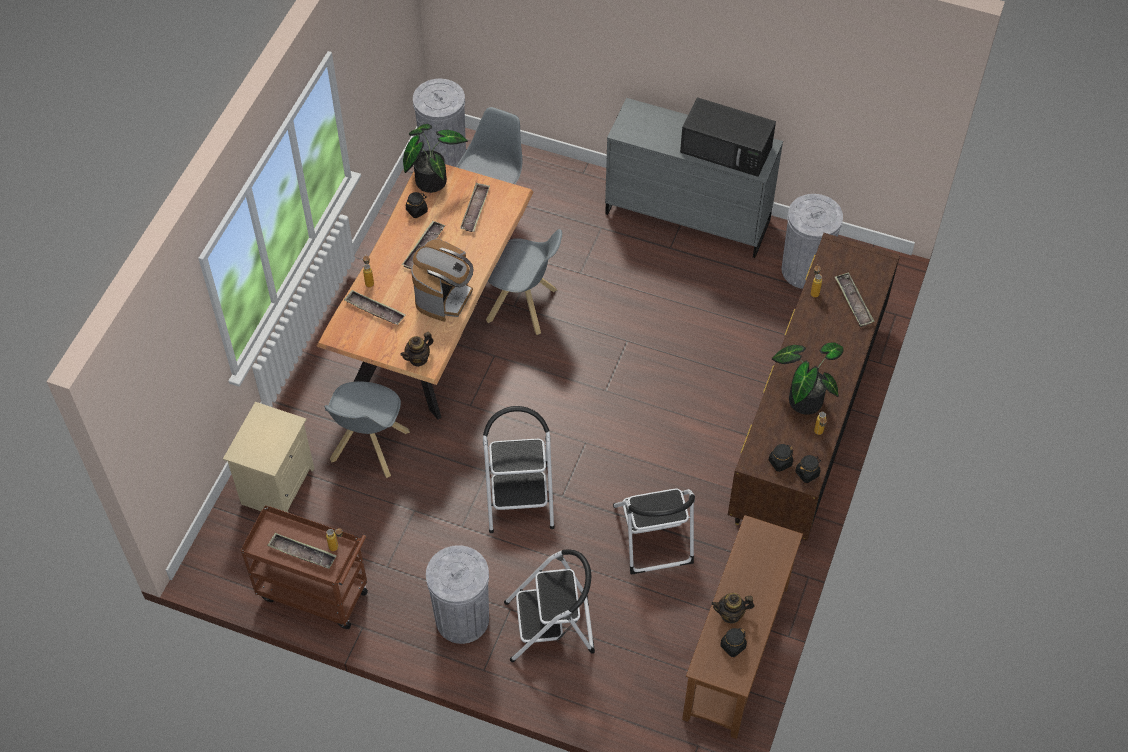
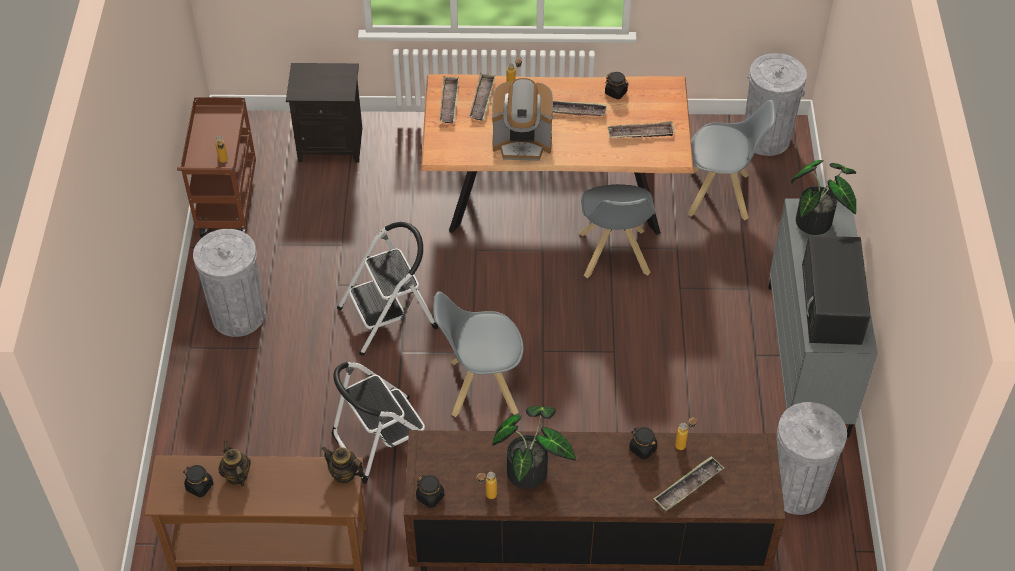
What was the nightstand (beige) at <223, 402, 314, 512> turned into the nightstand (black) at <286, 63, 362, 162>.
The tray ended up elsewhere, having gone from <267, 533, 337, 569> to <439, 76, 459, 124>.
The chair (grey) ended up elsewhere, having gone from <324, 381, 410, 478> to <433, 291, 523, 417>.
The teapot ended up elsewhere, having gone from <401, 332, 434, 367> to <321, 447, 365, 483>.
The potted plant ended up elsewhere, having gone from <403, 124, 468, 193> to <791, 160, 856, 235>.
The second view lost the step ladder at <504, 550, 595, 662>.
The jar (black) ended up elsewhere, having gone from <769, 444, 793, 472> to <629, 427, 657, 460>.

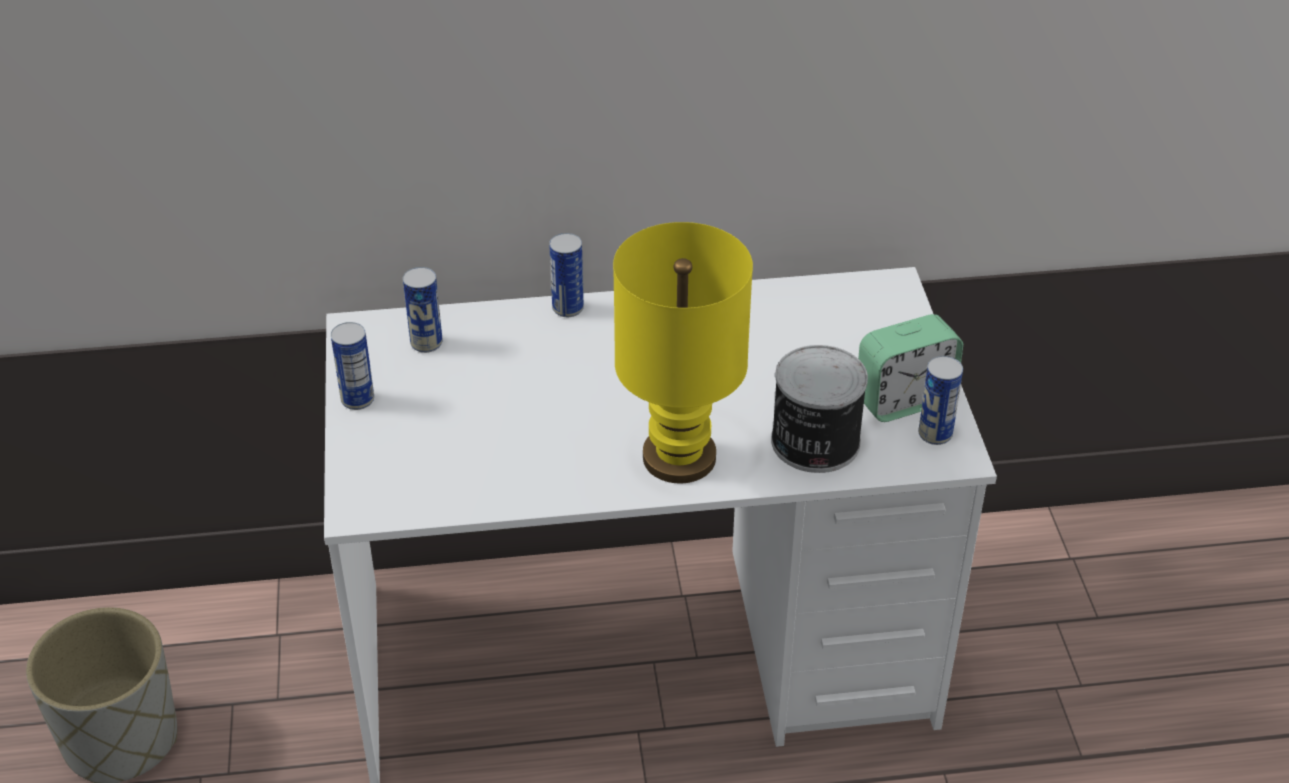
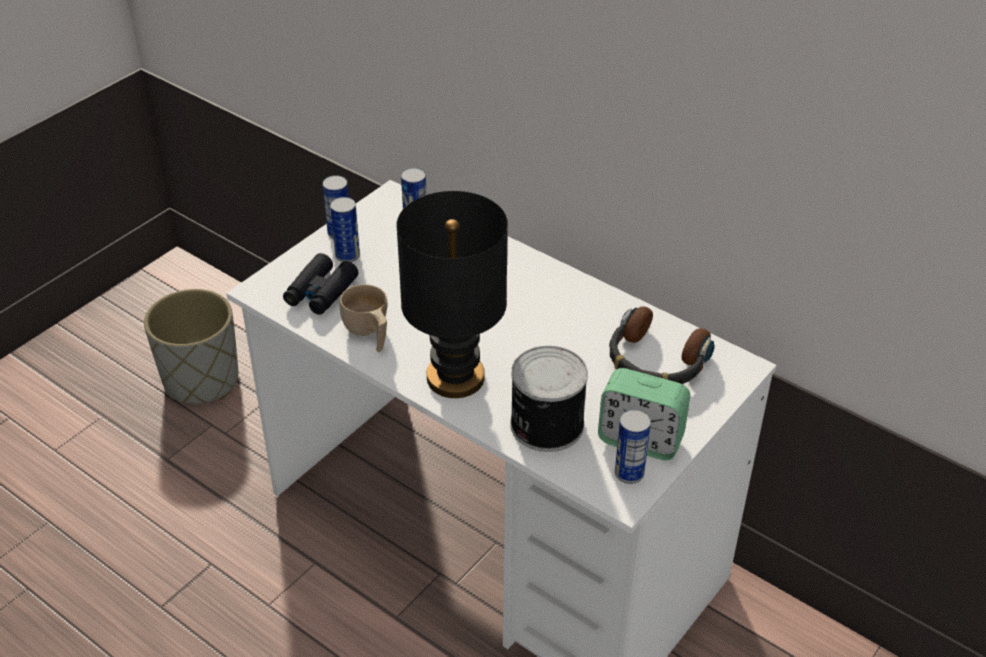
The can ended up elsewhere, having gone from <549, 233, 584, 317> to <330, 197, 360, 262>.
What was the table lamp (yellow) at <613, 222, 753, 483> turned into the table lamp (black) at <396, 191, 508, 398>.
The second view gained the binoculars (black) at <283, 253, 359, 315>.
The second view gained the cup (beige) at <340, 284, 387, 352>.
The second view gained the headphones at <609, 307, 715, 384>.

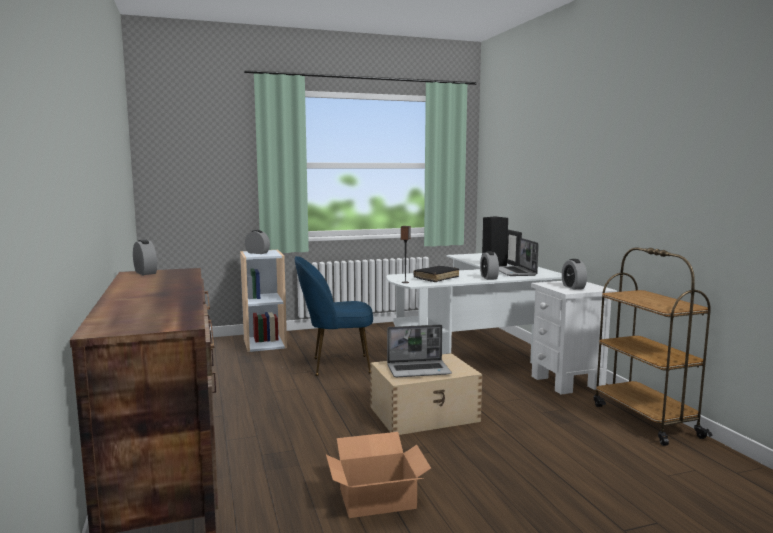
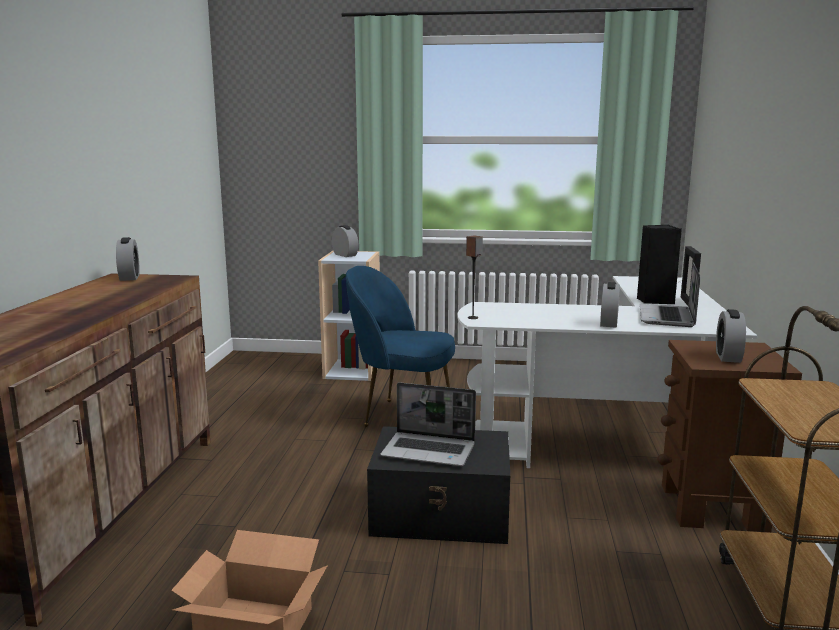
What was the storage box (beige) at <370, 353, 482, 435> turned into the storage box (black) at <367, 426, 510, 544>.
The second view lost the book (black) at <413, 266, 459, 282>.
What was the nightstand (white) at <531, 281, 617, 395> turned into the nightstand (brown) at <657, 340, 802, 532>.

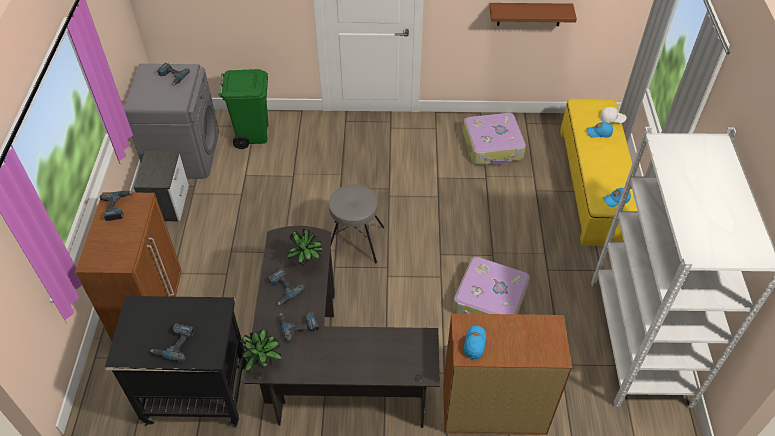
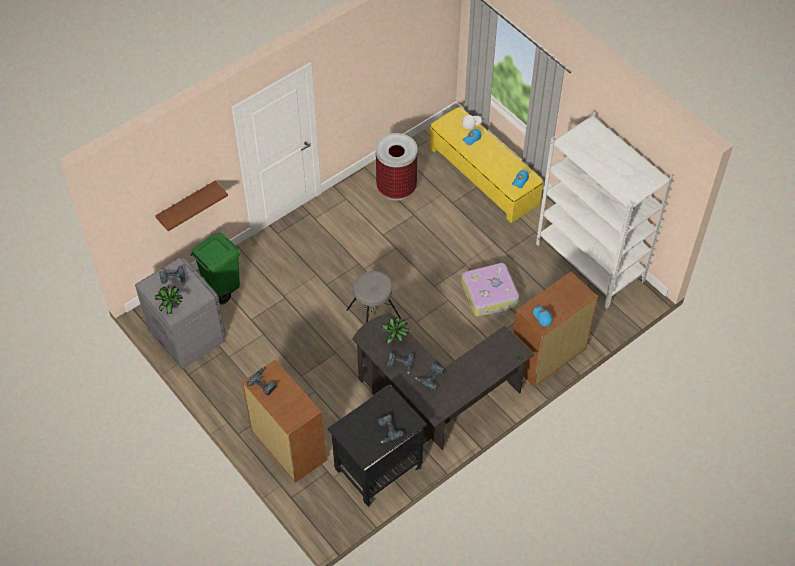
The second view lost the nightstand at <134, 151, 189, 222>.
The potted plant ended up elsewhere, having gone from <240, 330, 282, 373> to <155, 286, 183, 314>.
Where the suitcase stood at <463, 113, 526, 165>, the trash can came to stand at <376, 133, 417, 201>.
The shelf (brown) ended up elsewhere, having gone from <489, 3, 577, 26> to <156, 181, 228, 231>.

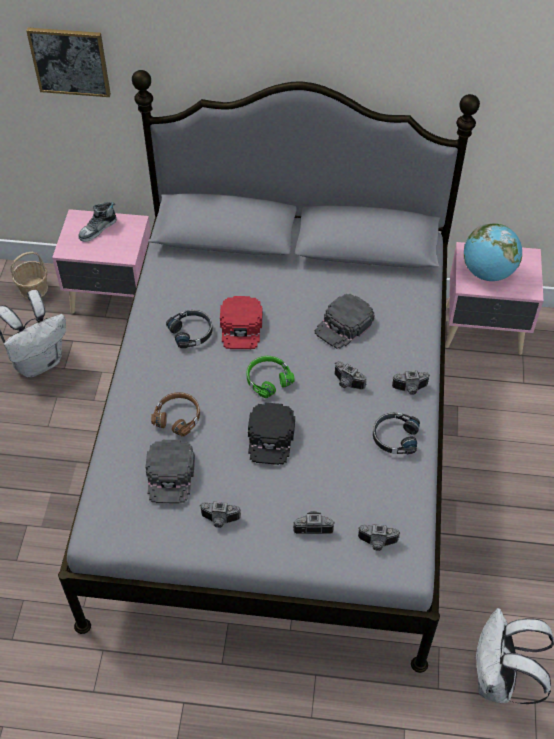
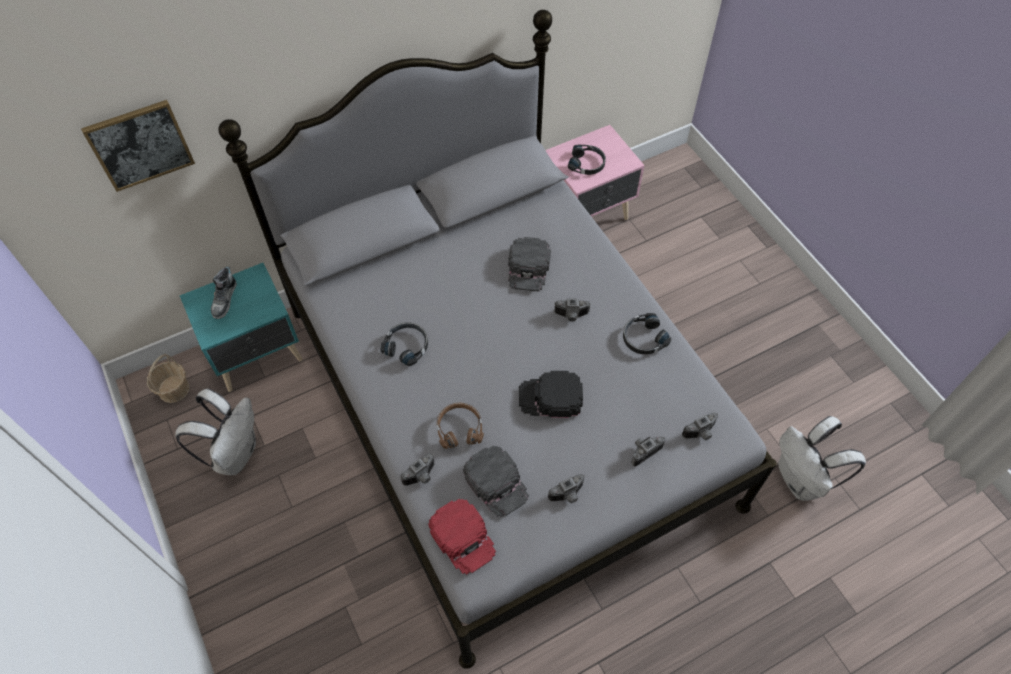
What was the nightstand (pink) at <52, 209, 151, 314> turned into the nightstand (turquoise) at <180, 263, 303, 392>.
The cap (red) ended up elsewhere, having gone from <220, 296, 262, 349> to <428, 499, 496, 575>.
The second view lost the headphones (green) at <246, 356, 294, 398>.
The cap (black) at <248, 403, 295, 465> ended up facing another way, 120 degrees clockwise from before.
The photo camera ended up elsewhere, having gone from <392, 370, 430, 395> to <400, 454, 434, 486>.
Where the globe stood at <464, 223, 522, 281>, the headphones (black) came to stand at <568, 144, 606, 175>.

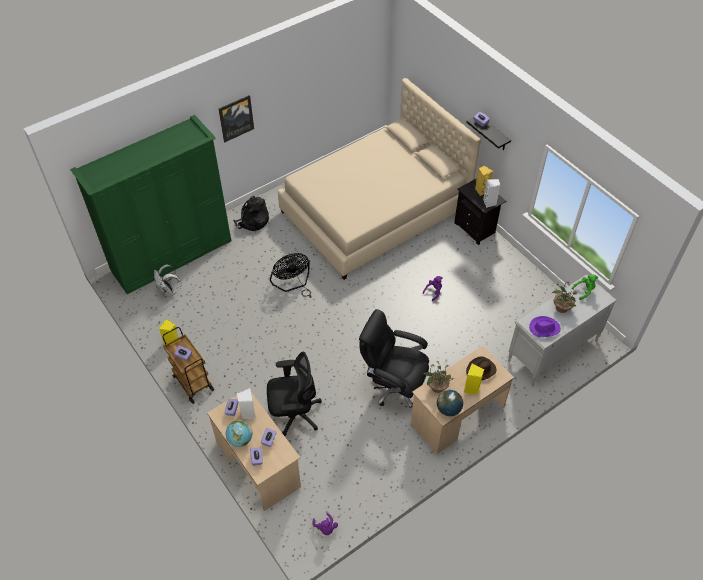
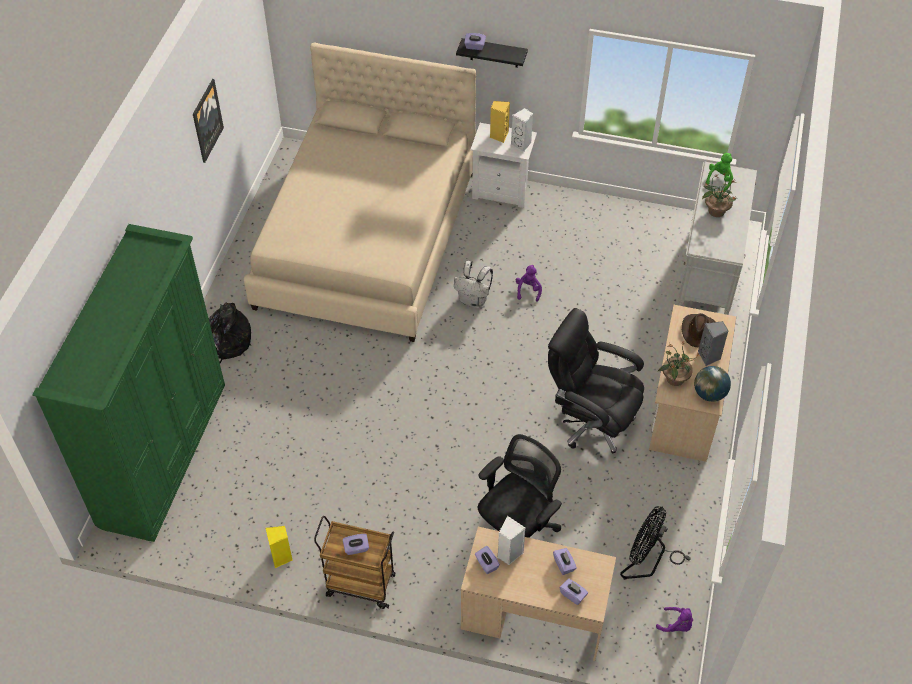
The backpack (white) ended up elsewhere, having gone from <154, 264, 181, 298> to <454, 261, 493, 308>.
The picture ended up elsewhere, having gone from <219, 95, 254, 142> to <193, 79, 224, 163>.
The second view lost the globe at <226, 419, 252, 447>.
The fan (black) ended up elsewhere, having gone from <270, 253, 312, 298> to <620, 506, 691, 580>.
The office chair (black) at <359, 309, 429, 408> ended up facing another way, 45 degrees clockwise from before.
What was the nightstand (black) at <454, 178, 506, 245> turned into the nightstand (white) at <470, 123, 537, 208>.
What was the speaker (yellow) at <464, 363, 484, 395> turned into the speaker (grey) at <698, 321, 728, 366>.
The second view lost the hat (purple) at <529, 316, 561, 337>.

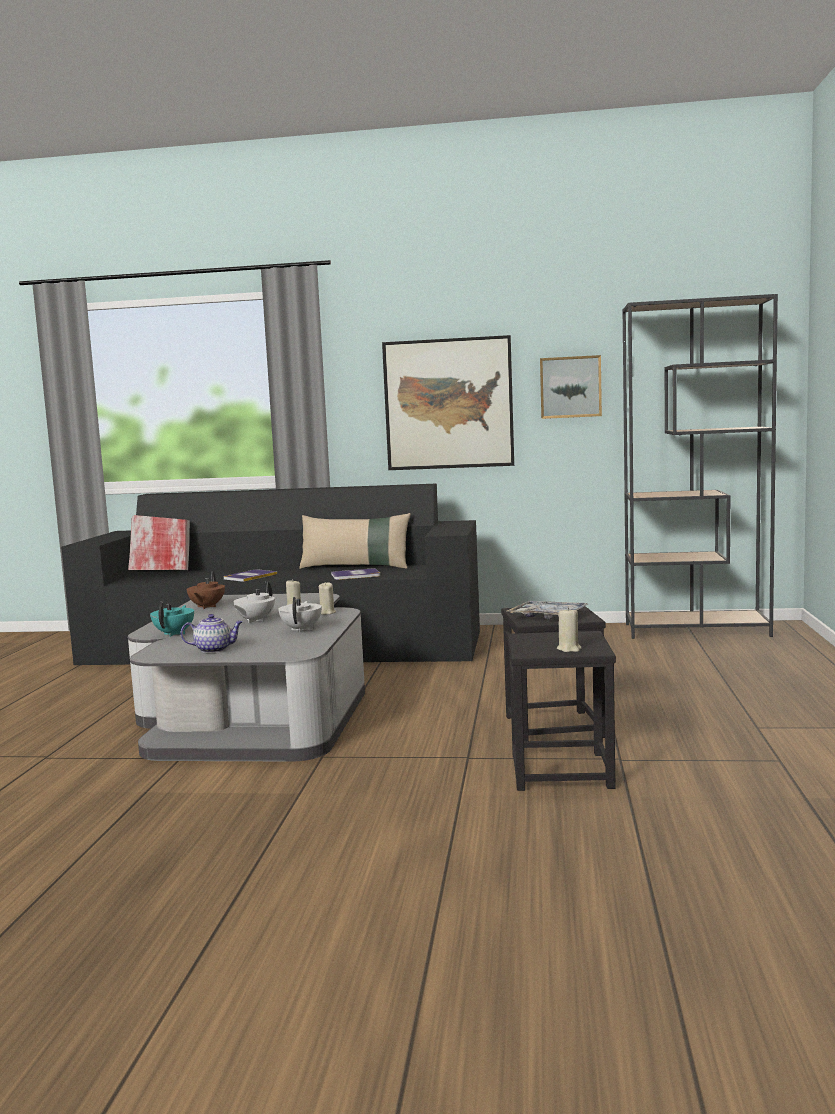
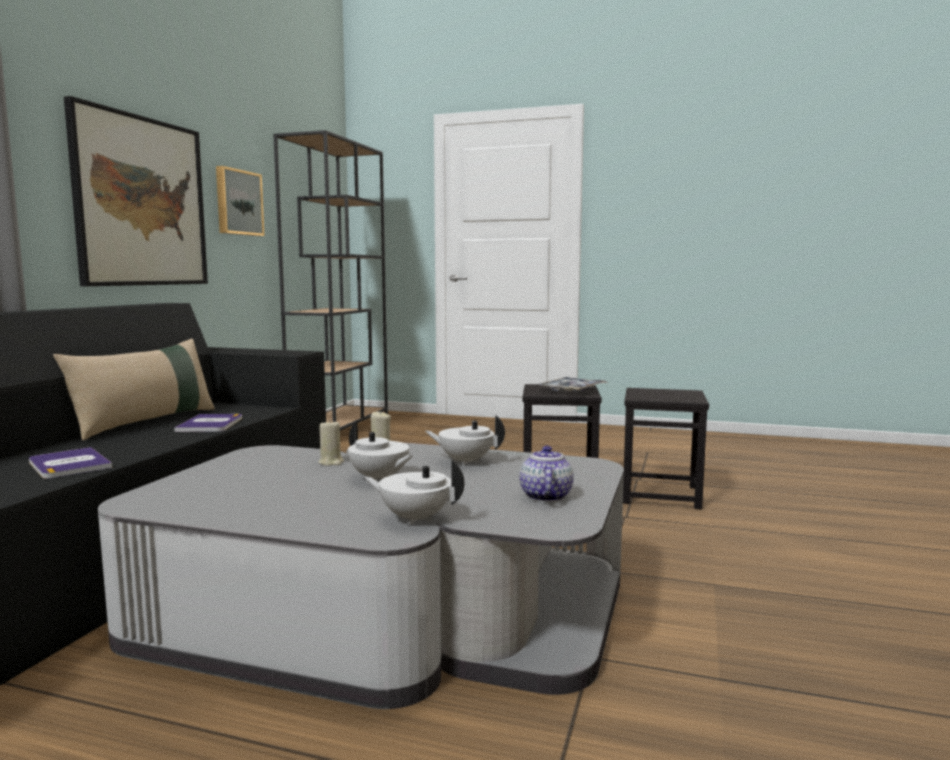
What was the teapot (turquoise) at <150, 602, 194, 637> turned into the teapot (white) at <364, 460, 464, 525>.
The second view lost the teapot (brown) at <186, 571, 225, 609>.
The second view lost the candle (beige) at <557, 607, 582, 652>.

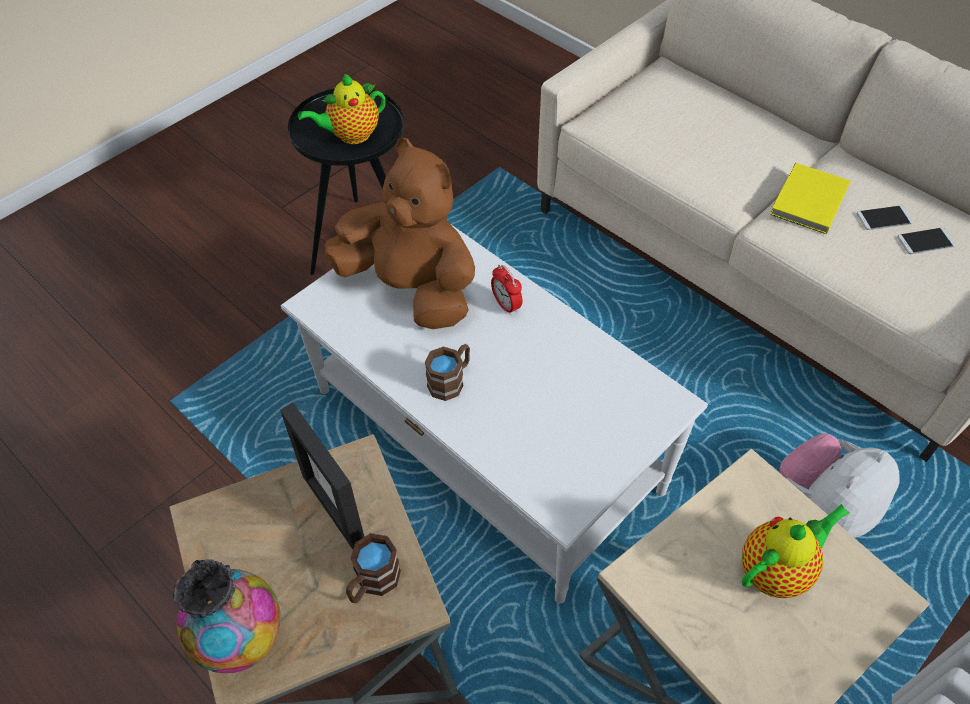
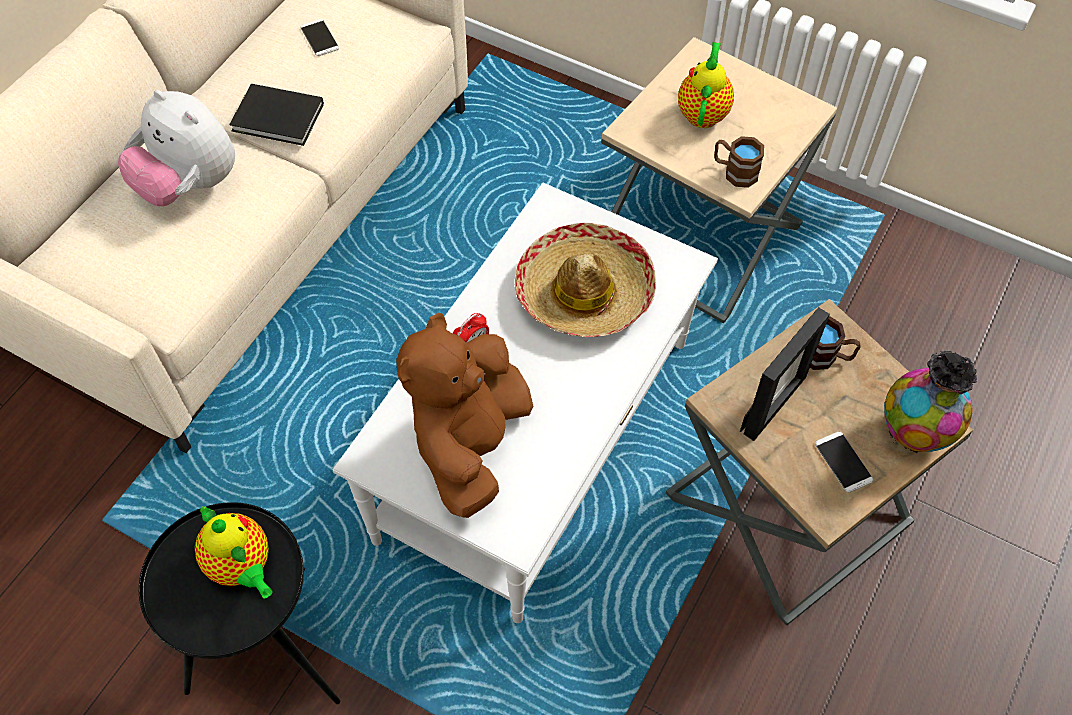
The mug (brown) ended up elsewhere, having gone from <425, 344, 470, 401> to <714, 136, 764, 188>.
The teapot at <742, 504, 850, 598> ended up facing another way, 60 degrees clockwise from before.
What was the book (yellow) at <770, 163, 850, 234> turned into the book (black) at <229, 84, 324, 146>.
The plush toy ended up elsewhere, having gone from <779, 433, 900, 538> to <118, 90, 235, 206>.
The phone ended up elsewhere, having gone from <857, 206, 913, 230> to <815, 432, 873, 493>.
The second view gained the hat at <515, 223, 656, 337>.

